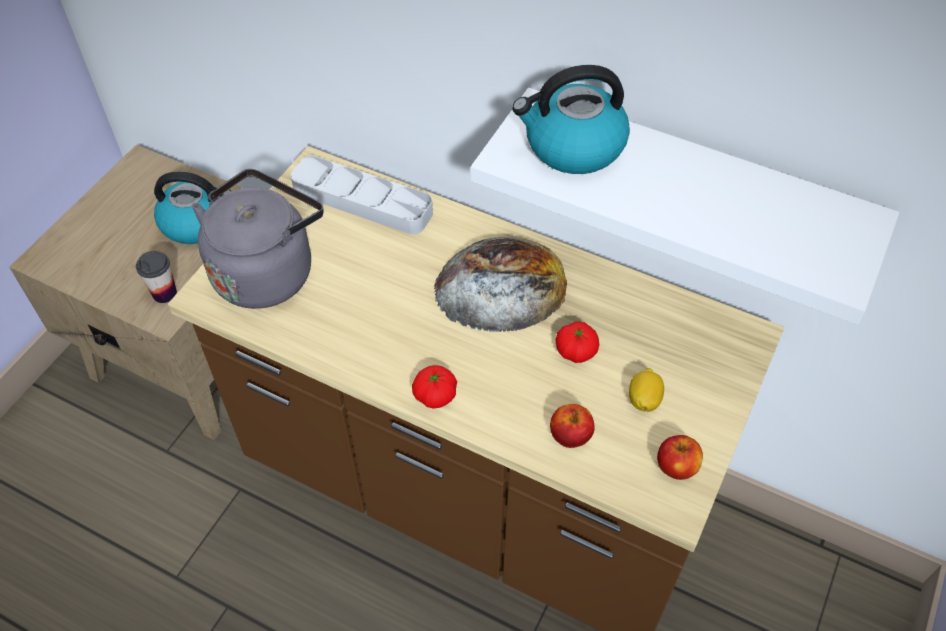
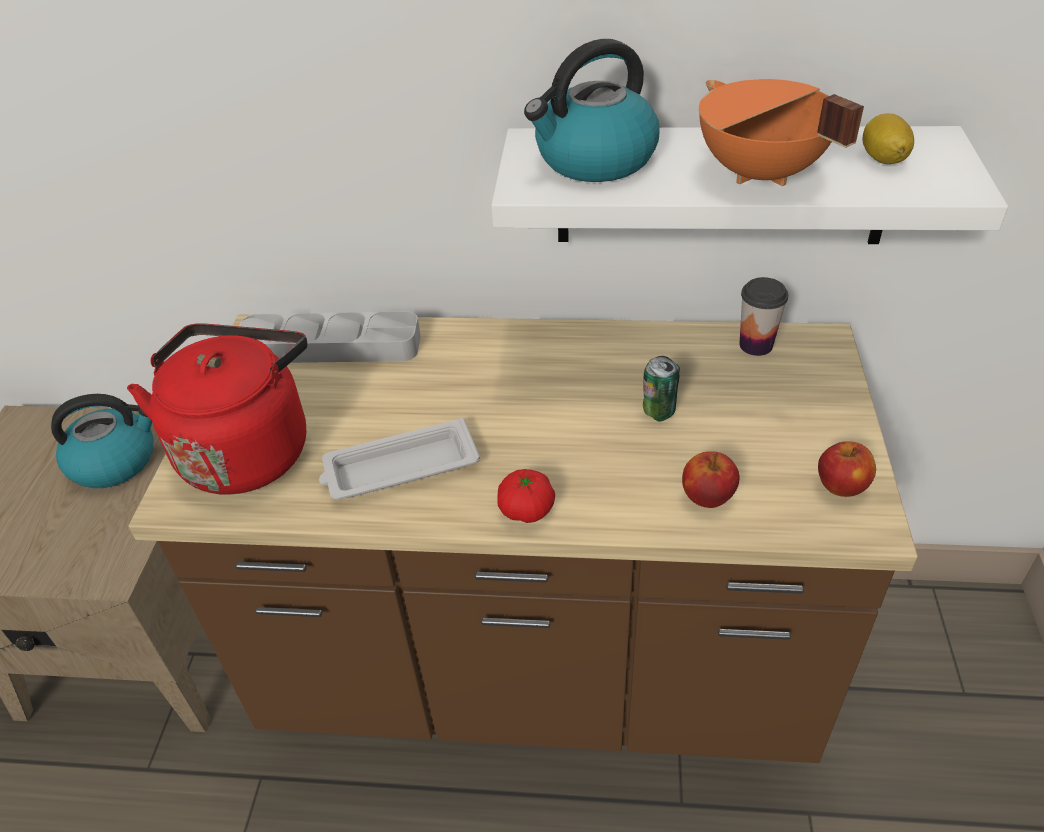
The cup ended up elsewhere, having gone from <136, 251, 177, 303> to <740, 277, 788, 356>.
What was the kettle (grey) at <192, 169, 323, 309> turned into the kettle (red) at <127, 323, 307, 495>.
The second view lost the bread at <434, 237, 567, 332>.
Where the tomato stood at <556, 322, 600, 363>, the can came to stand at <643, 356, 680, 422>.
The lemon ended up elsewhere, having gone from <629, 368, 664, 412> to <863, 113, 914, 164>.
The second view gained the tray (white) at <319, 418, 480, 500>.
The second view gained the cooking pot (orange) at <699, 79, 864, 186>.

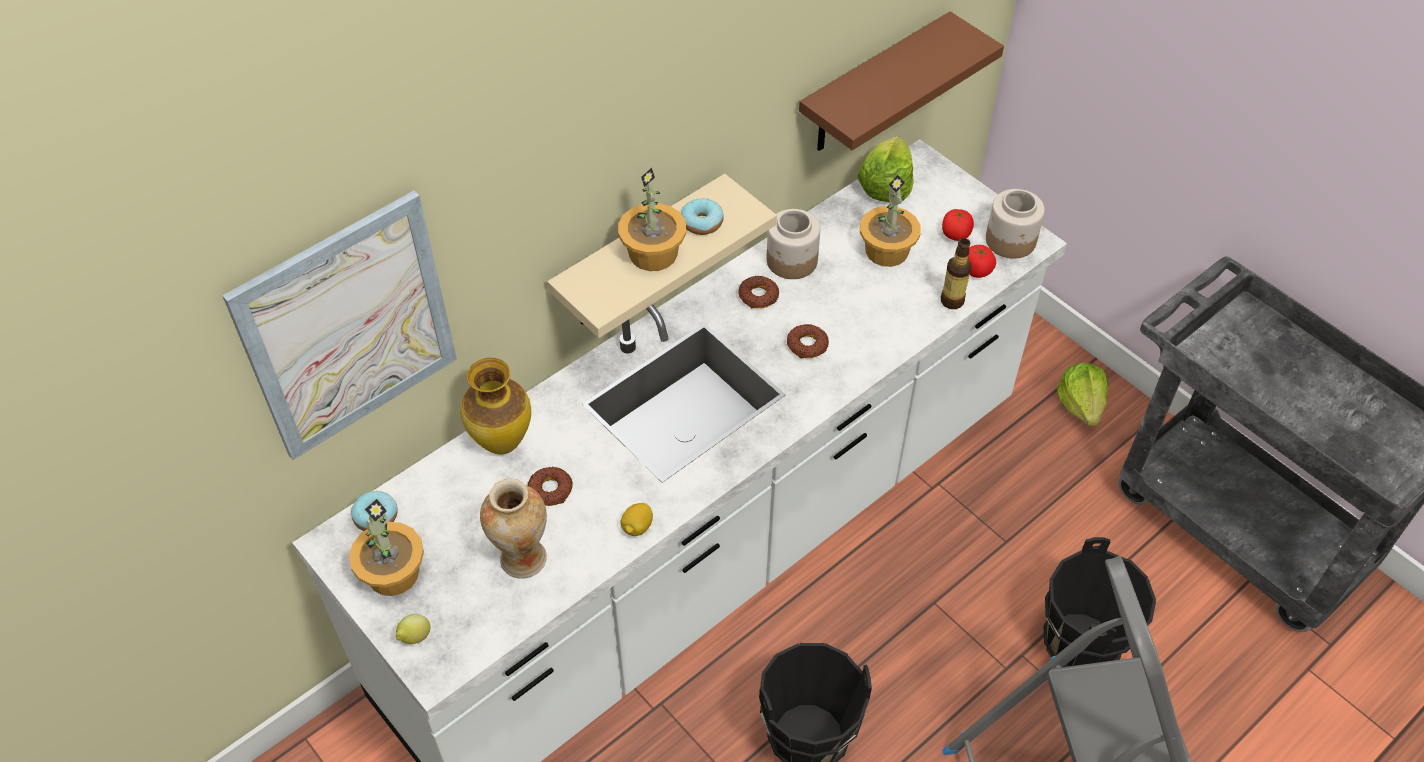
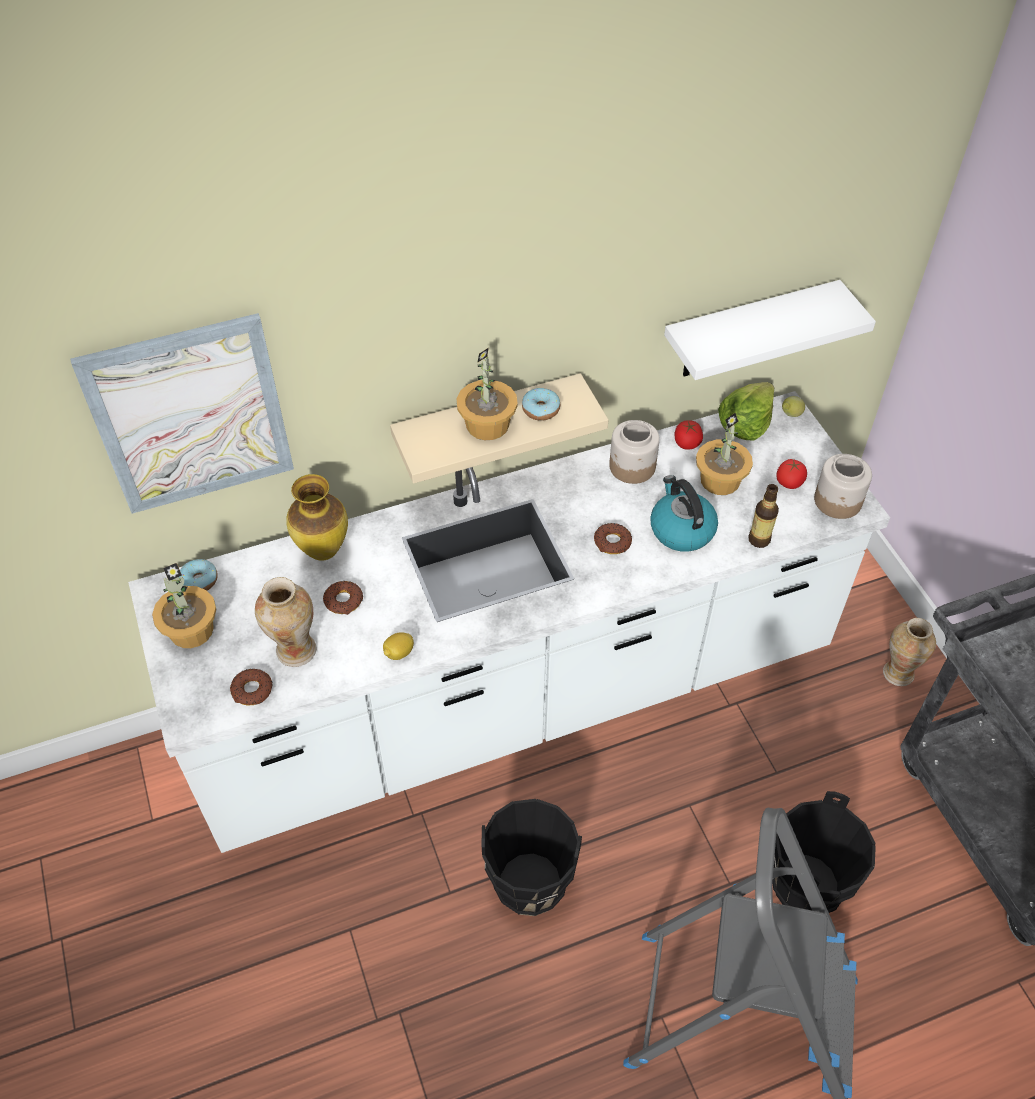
The lemon ended up elsewhere, having gone from <395, 614, 430, 644> to <782, 396, 805, 417>.
The donut ended up elsewhere, having gone from <738, 276, 779, 308> to <230, 669, 273, 705>.
What was the shelf (brown) at <799, 11, 1004, 151> turned into the shelf (white) at <664, 280, 876, 380>.
The tomato ended up elsewhere, having gone from <968, 245, 996, 278> to <675, 420, 703, 450>.
Where the lettuce stood at <1057, 363, 1108, 426>, the vase came to stand at <883, 618, 936, 686>.
The second view gained the kettle at <650, 475, 718, 552>.

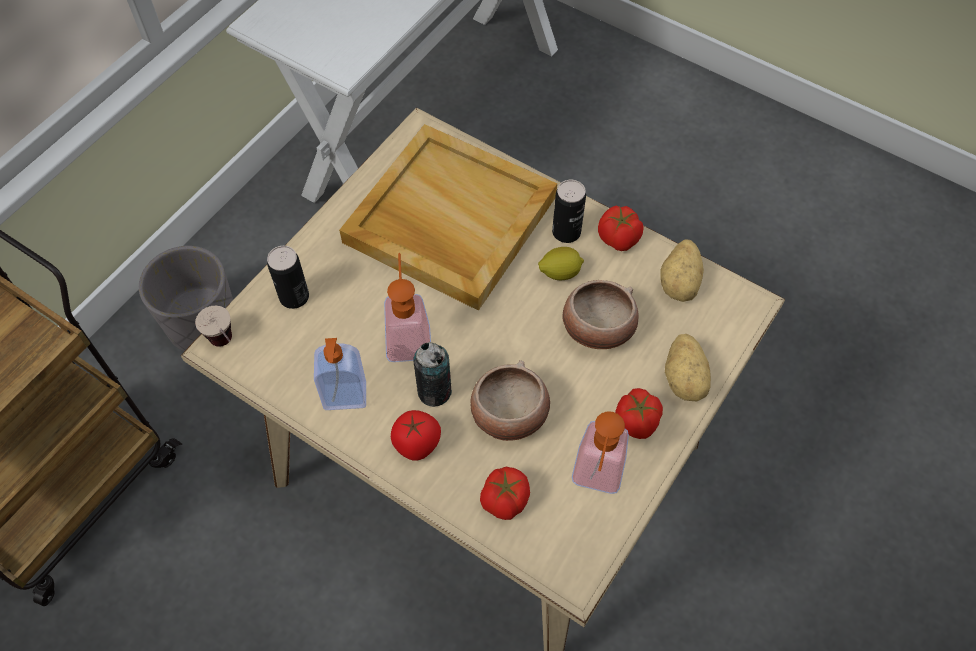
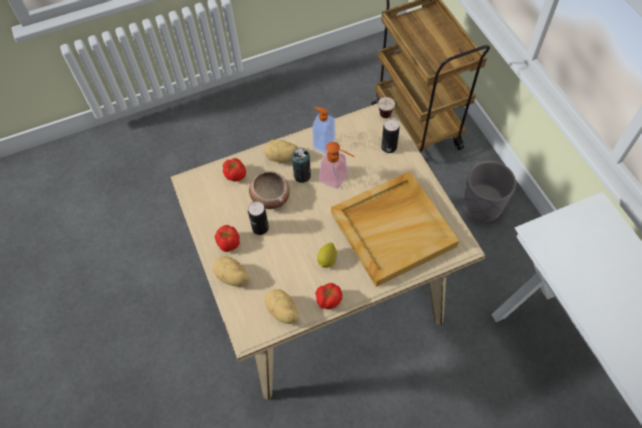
Where the tomato stood at <391, 410, 441, 461>, the potato came to stand at <264, 140, 299, 163>.
The can ended up elsewhere, having gone from <552, 180, 586, 243> to <248, 201, 269, 235>.
The second view lost the bowl at <563, 280, 638, 349>.
The second view lost the soap dispenser at <572, 411, 629, 494>.

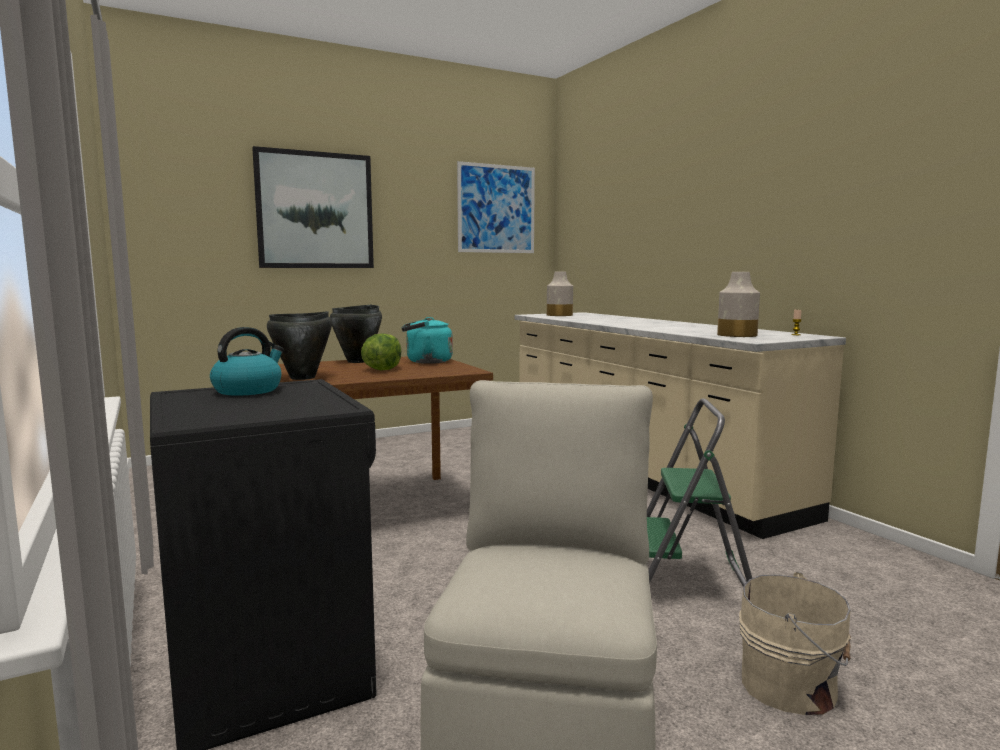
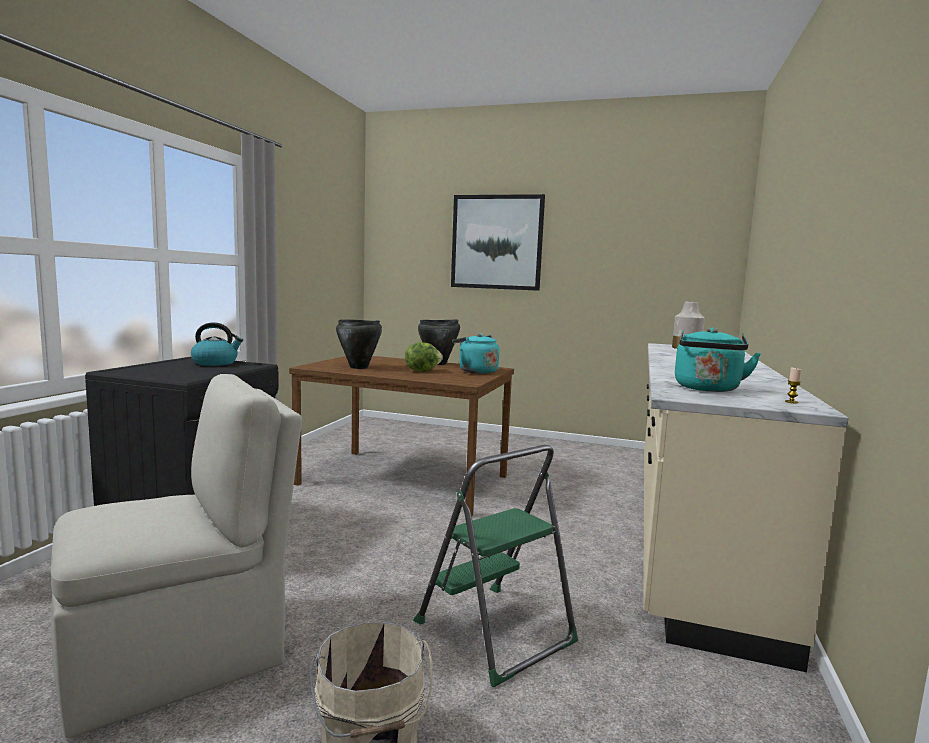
The second view lost the picture at <457, 161, 535, 253>.
Where the vase (beige) stood at <717, 272, 760, 337>, the kettle (turquoise) came to stand at <675, 327, 761, 392>.

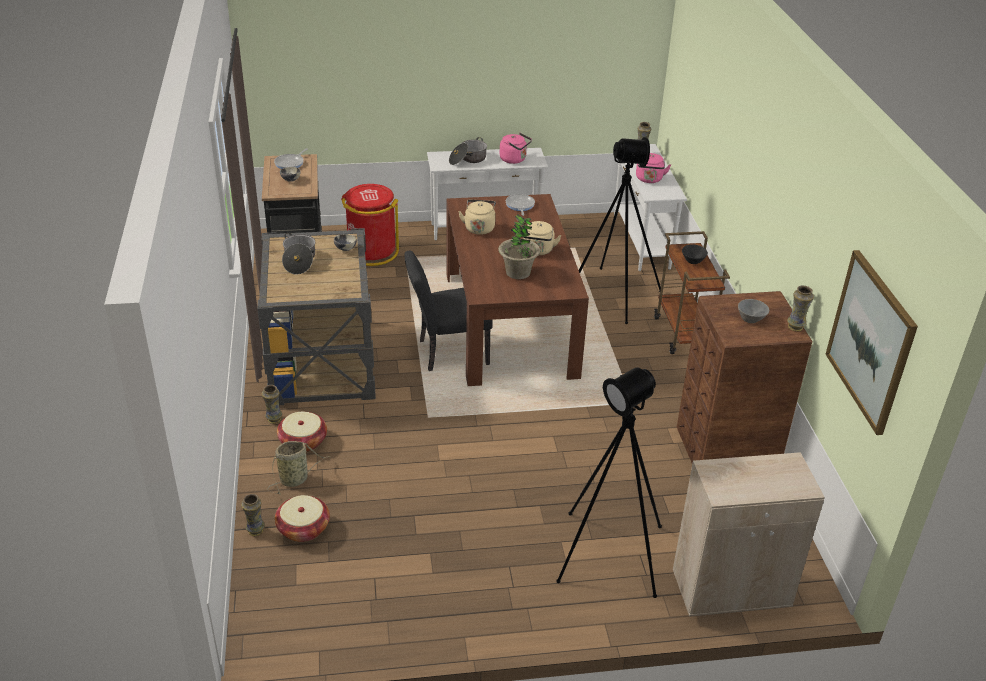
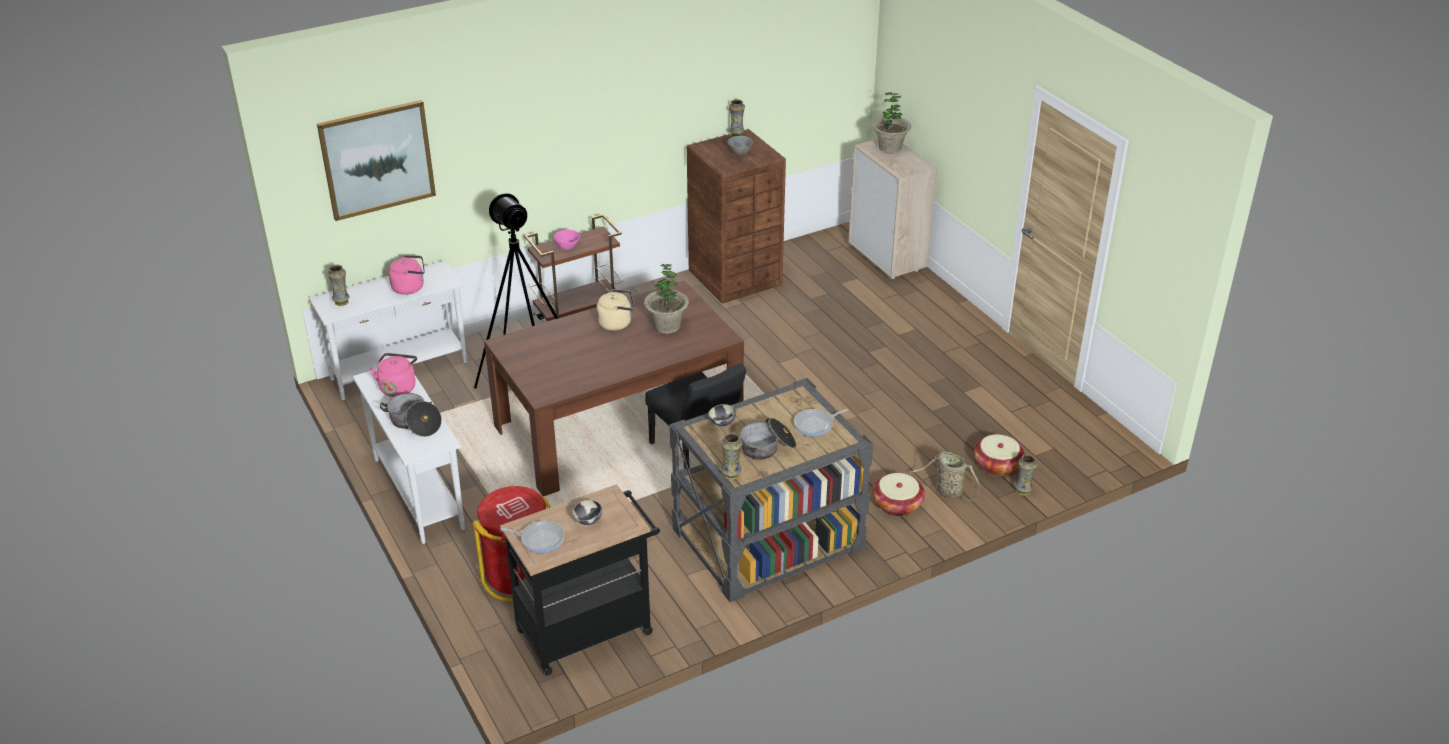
The vase ended up elsewhere, having gone from <262, 385, 282, 424> to <721, 432, 743, 480>.
The second view lost the kettle (beige) at <458, 200, 496, 235>.
The frying pan ended up elsewhere, having gone from <506, 194, 535, 216> to <794, 409, 849, 436>.
The second view lost the floor lamp (black) at <556, 367, 662, 598>.
What was the bowl (black) at <682, 244, 708, 264> turned into the bowl (pink) at <554, 230, 580, 250>.
The picture ended up elsewhere, having gone from <825, 250, 918, 435> to <317, 100, 436, 221>.
The second view gained the potted plant at <872, 92, 911, 154>.

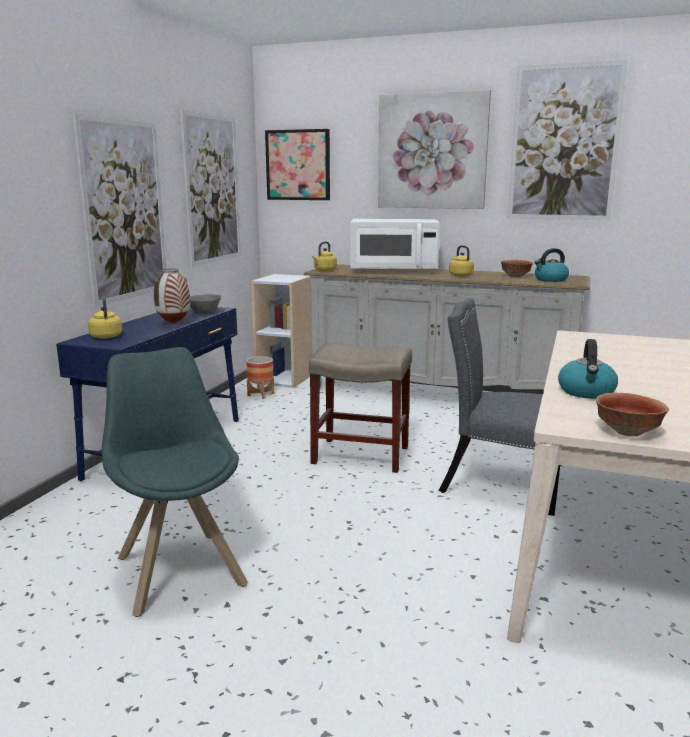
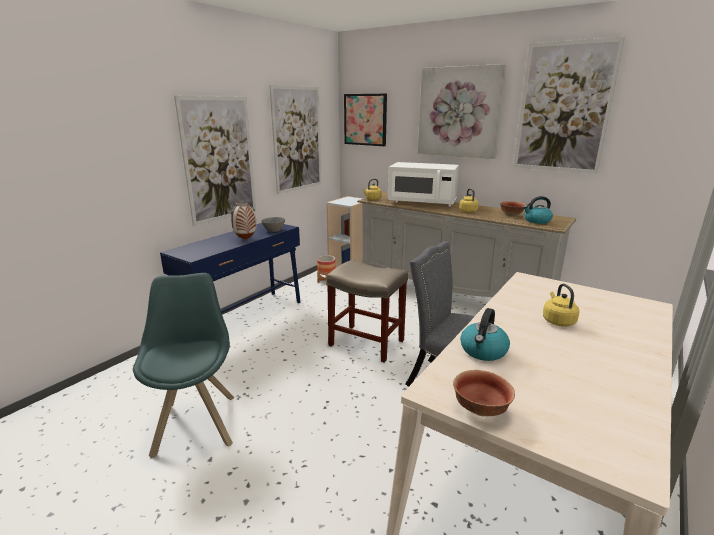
The kettle (yellow) ended up elsewhere, having gone from <88, 298, 122, 339> to <543, 284, 579, 327>.

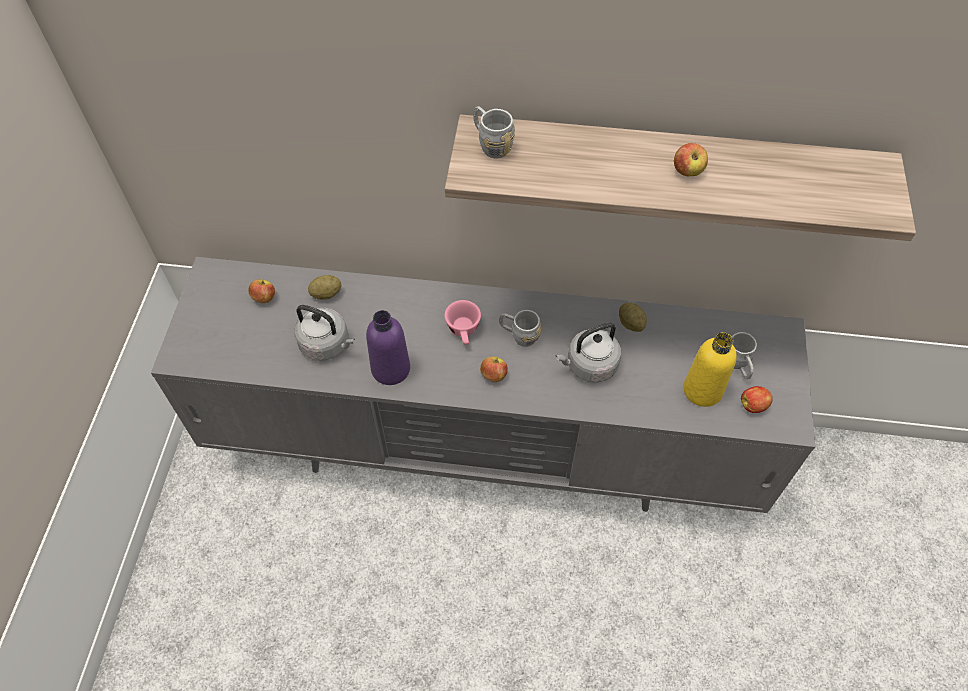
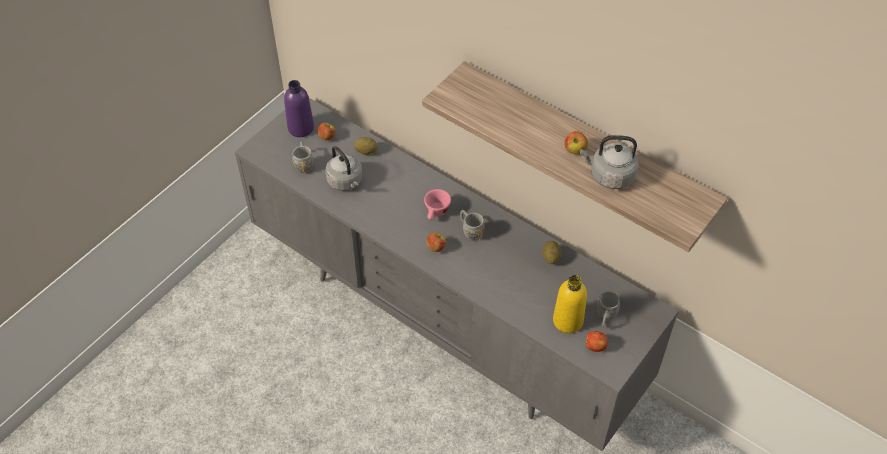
The bottle (purple) ended up elsewhere, having gone from <366, 310, 410, 385> to <284, 80, 314, 137>.
The mug (grey) ended up elsewhere, having gone from <473, 106, 515, 158> to <293, 141, 313, 173>.
The kettle (grey) ended up elsewhere, having gone from <556, 322, 621, 382> to <580, 135, 639, 189>.

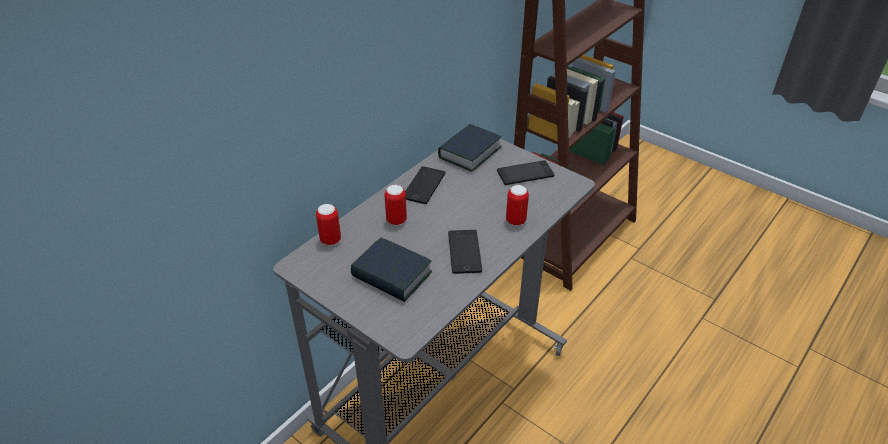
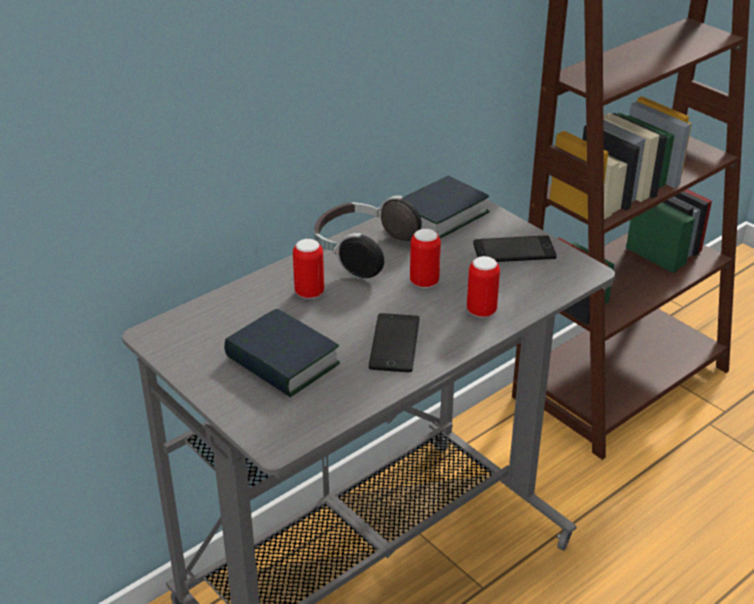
The can ended up elsewhere, having gone from <316, 204, 341, 246> to <410, 229, 441, 288>.
Where the phone stood at <405, 166, 445, 204>, the headphones came to stand at <314, 196, 422, 279>.

